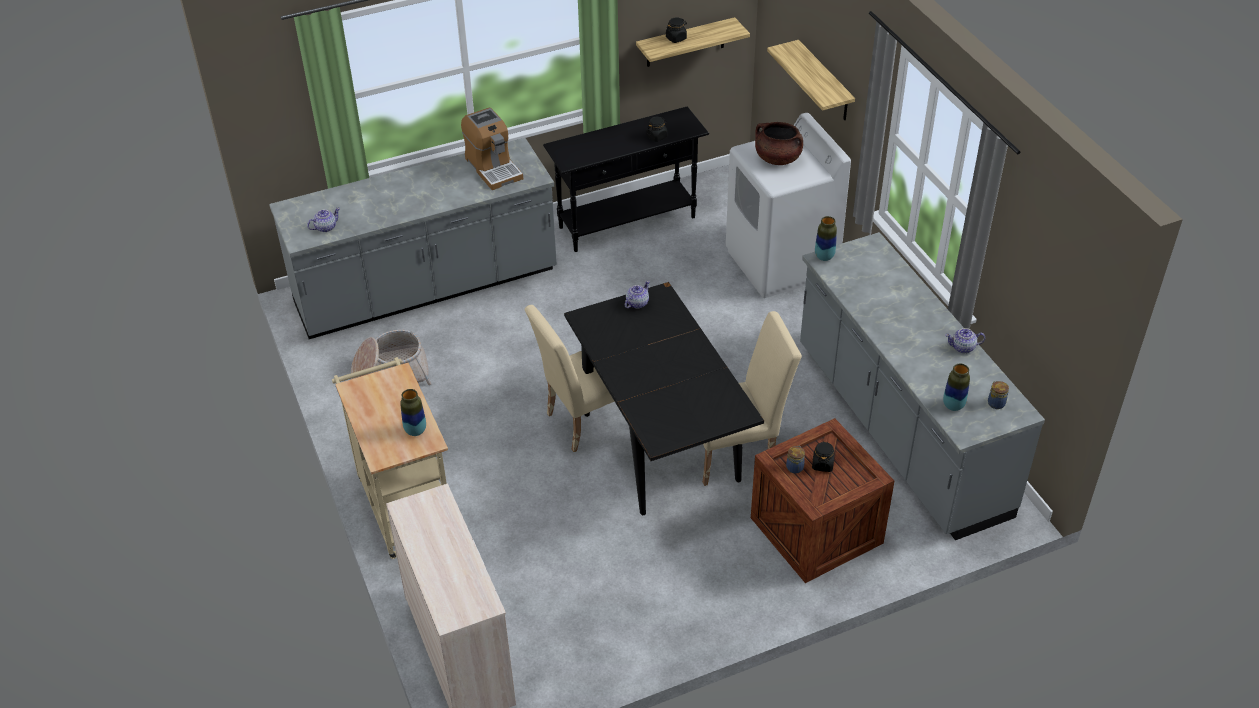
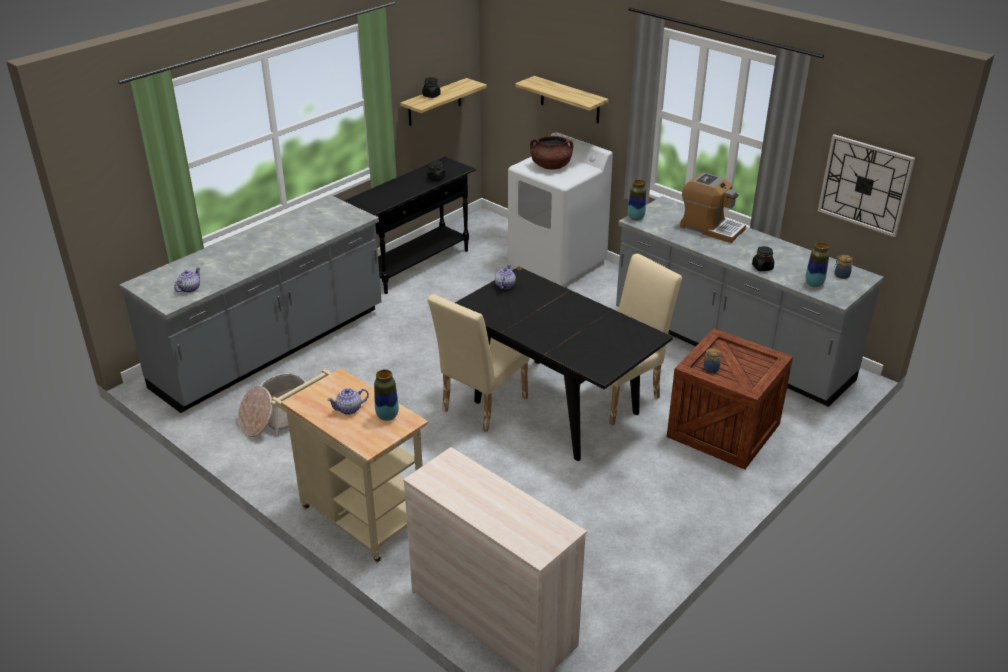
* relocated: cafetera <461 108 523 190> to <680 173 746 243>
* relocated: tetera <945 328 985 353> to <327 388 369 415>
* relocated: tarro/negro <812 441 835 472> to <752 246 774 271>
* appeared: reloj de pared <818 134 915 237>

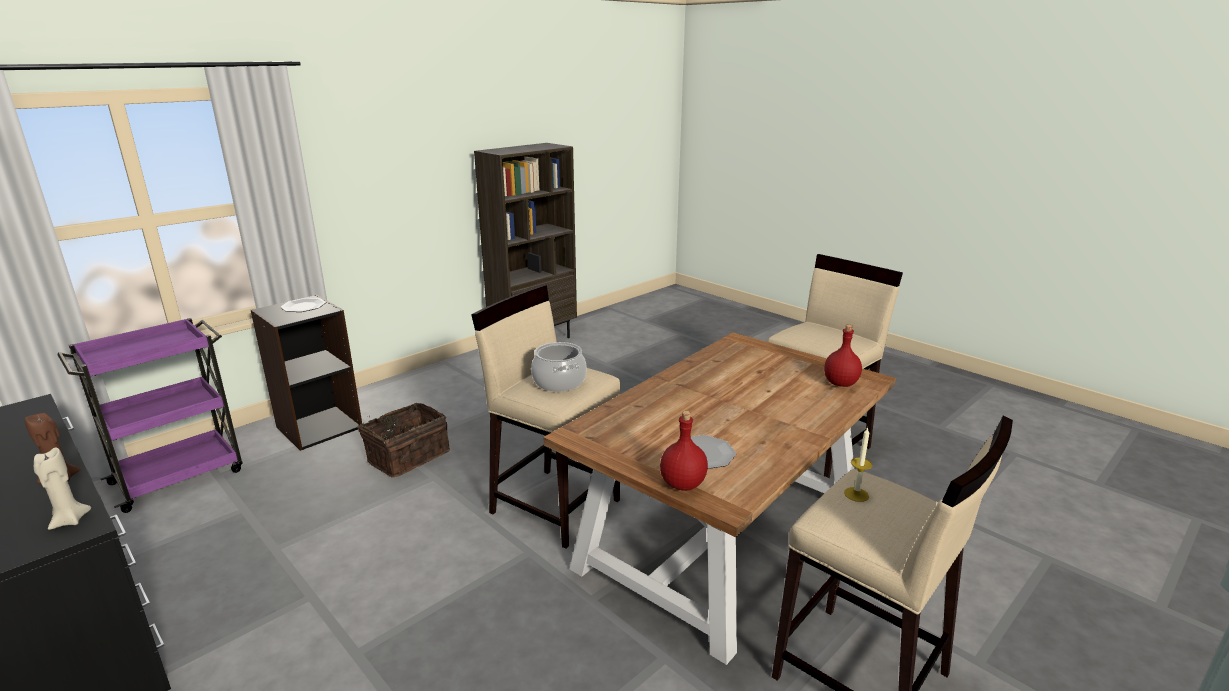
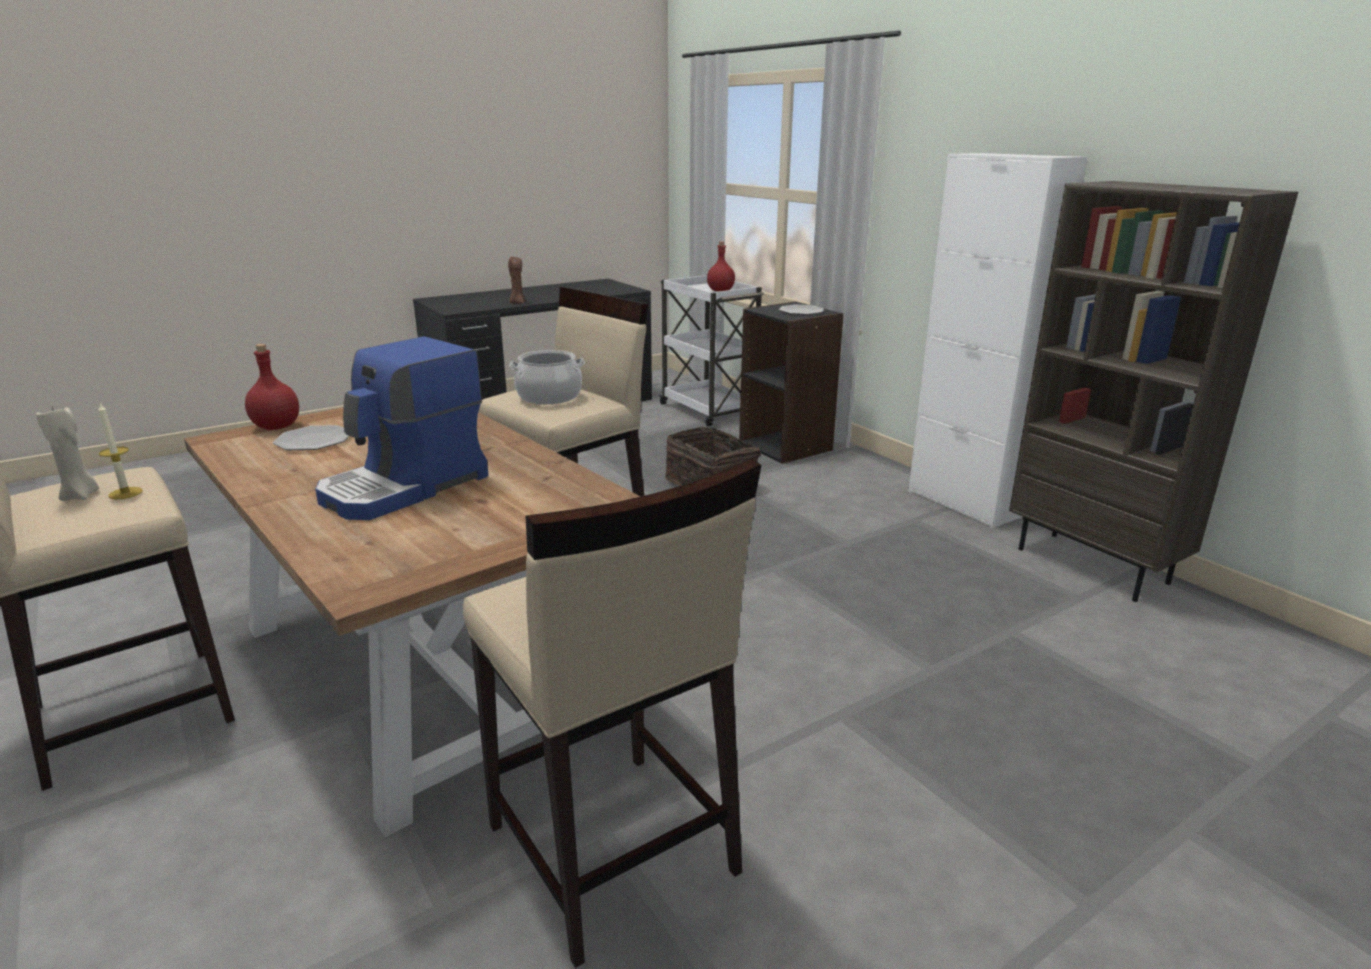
* colour: carrito/morado <57 318 243 513> to carrito/blanco <658 275 764 427>
* relocated: botella/rojo <824 325 862 387> to <707 241 735 292>
* relocated: vela/beis <34 447 91 530> to <36 405 99 501>
* appeared: armario/blanco <908 153 1087 528>
* appeared: cafetera <315 336 488 520>

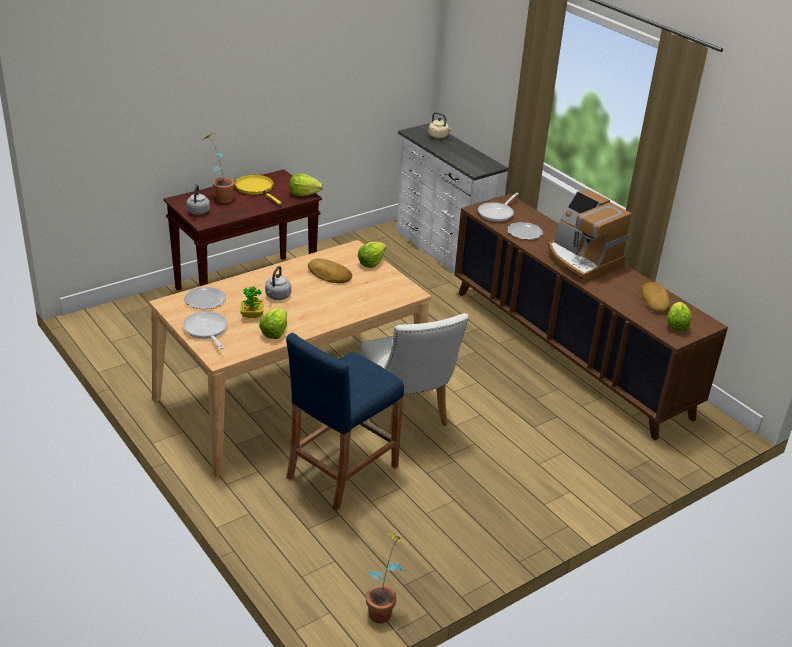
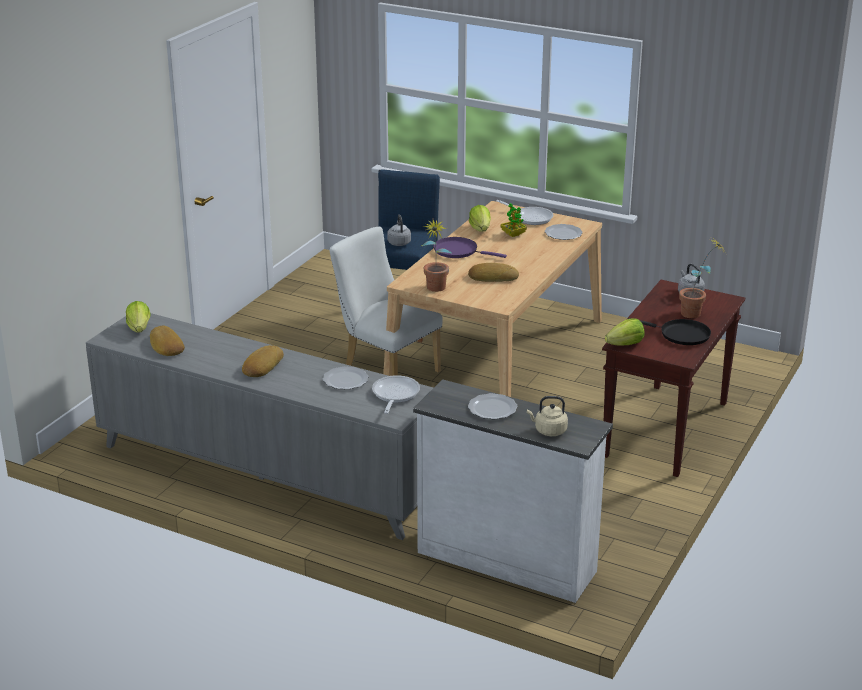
* colour: sartén/amarillo <235 175 281 204> to sartén/negro <628 318 711 345>
* exchanged: cafetera <548 189 632 283> to pan <242 345 284 377>
* colour: armario/marrón <454 194 728 440> to armario/gris <86 313 433 540>
* missing: lechuga <358 241 386 268>
* relocated: hervidor/gris <265 266 291 300> to <387 215 411 246>
* relocated: planta en maceta <366 533 408 624> to <422 220 452 292>
* appeared: sartén/morado <433 237 507 258>
* appeared: plato <468 393 517 419>

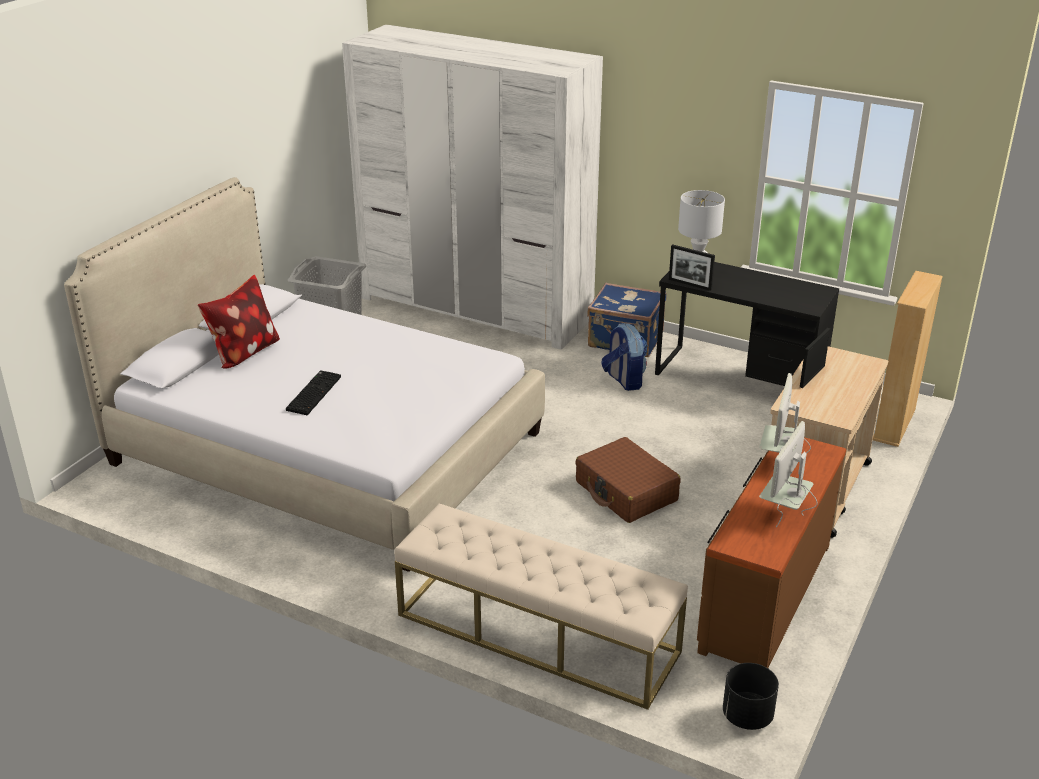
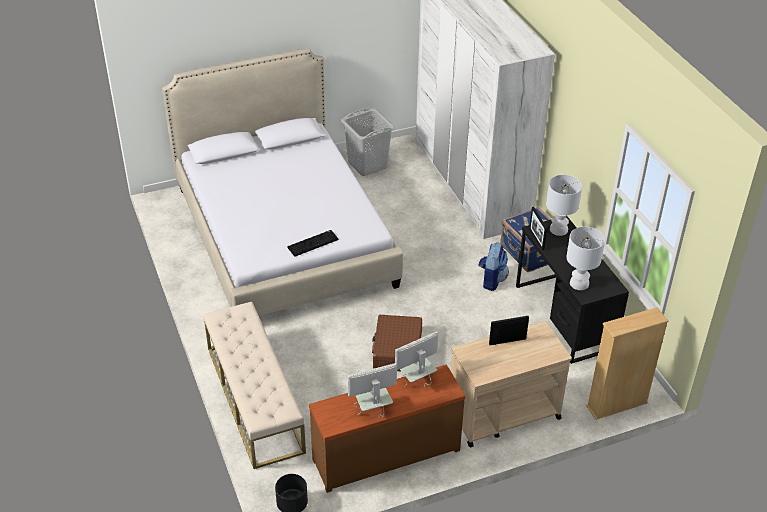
* missing: cojín <198 275 280 369>
* relocated: teclado <286 370 341 415> to <287 230 338 257>
* appeared: lámpara de mesa/blanco <566 227 605 290>

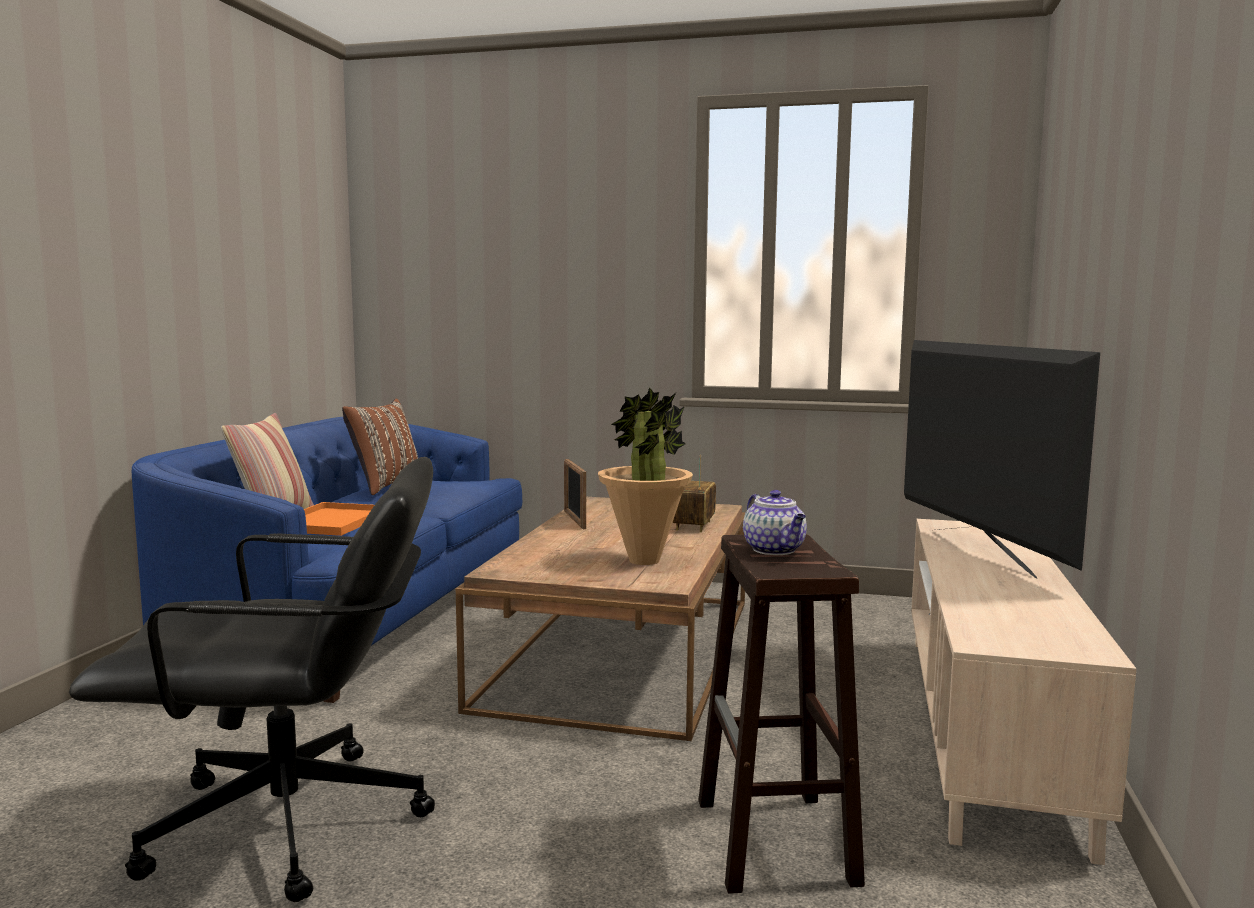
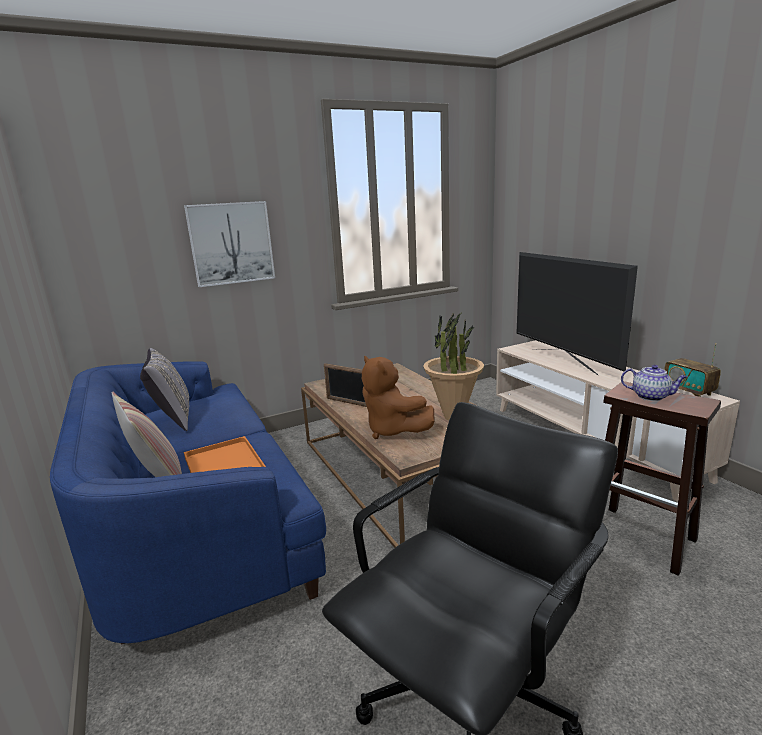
* spun: televisor <904 340 1100 578> = <517 252 638 375> 150 degrees counterclockwise
* colour: cojín/marrón <342 399 418 495> to cojín/gris <140 348 189 431>
* relocated: radio <673 455 716 532> to <664 343 721 397>
* appeared: cuadro <184 201 275 287>
* appeared: peluche/marrón <362 356 434 439>

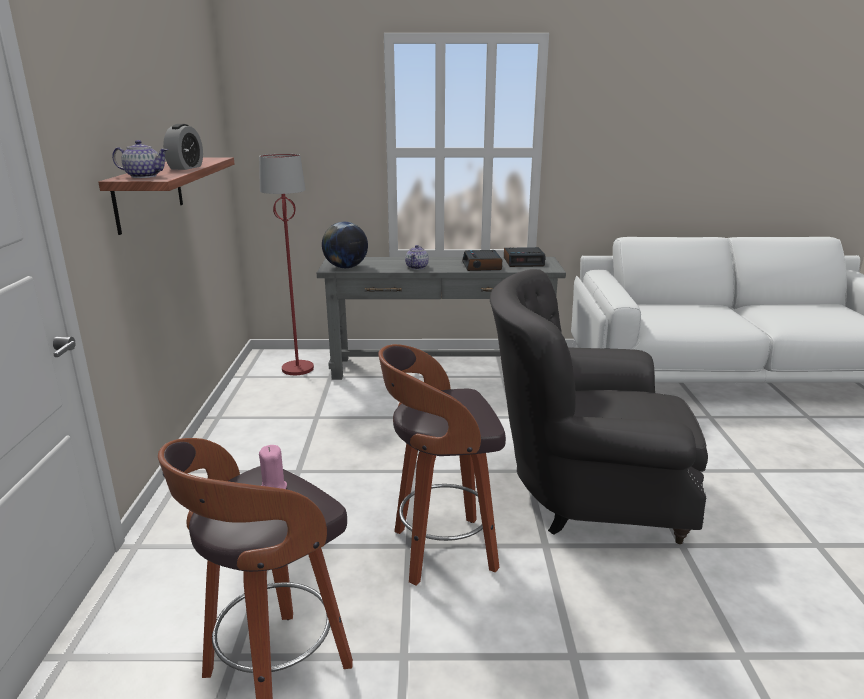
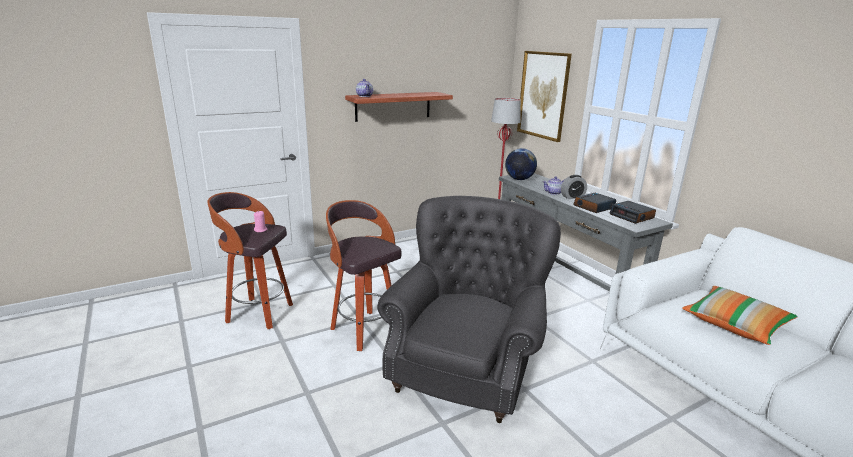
* relocated: despertador <163 124 203 170> to <561 175 587 199>
* spun: sillón/gris <490 269 708 544> = <377 196 561 423> 45 degrees clockwise
* appeared: cuadro <517 51 572 142>
* appeared: cojín <682 286 798 345>

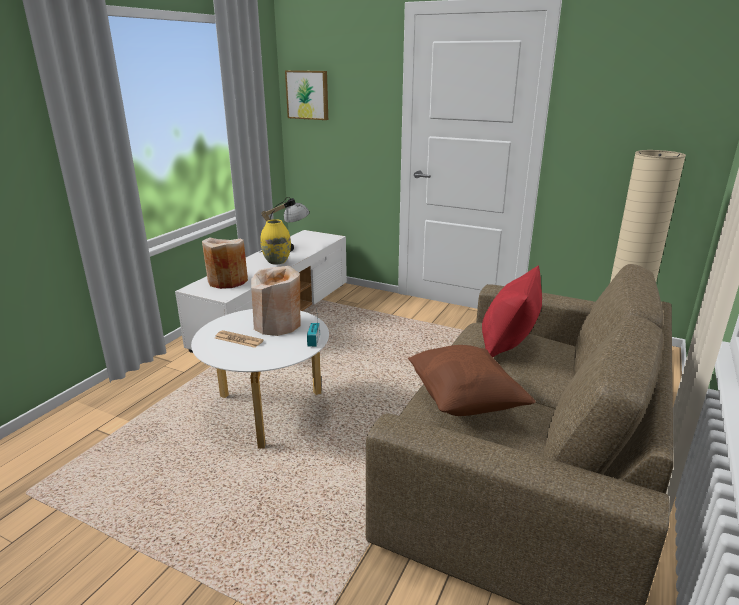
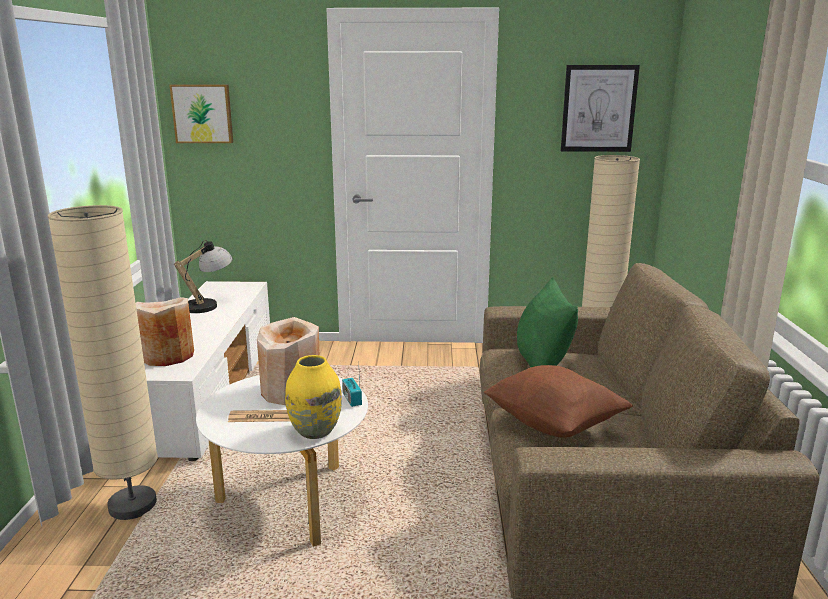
* relocated: florero/amarillo <261 219 291 264> to <285 355 342 439>
* colour: cojín/rojo <482 265 542 357> to cojín/verde <517 277 578 367>
* appeared: cuadro <561 65 640 152>
* appeared: lámpara de pie/beis <48 205 158 520>

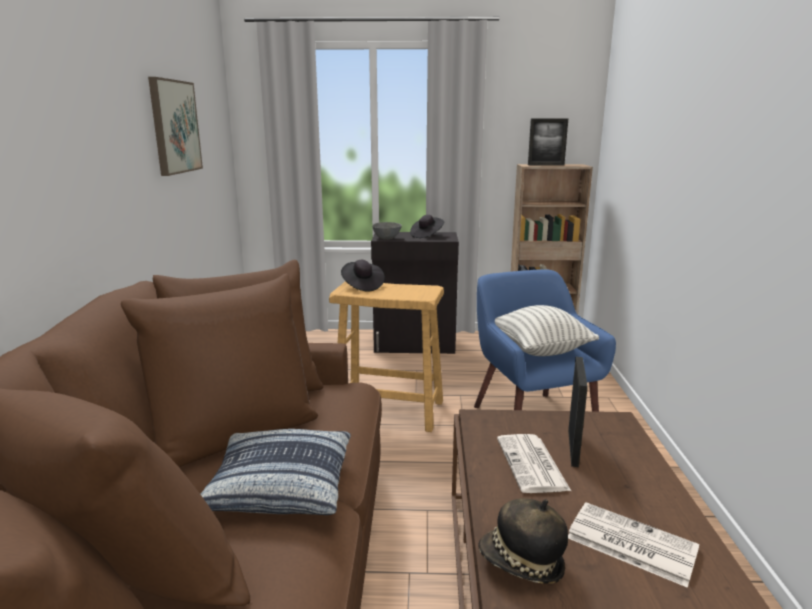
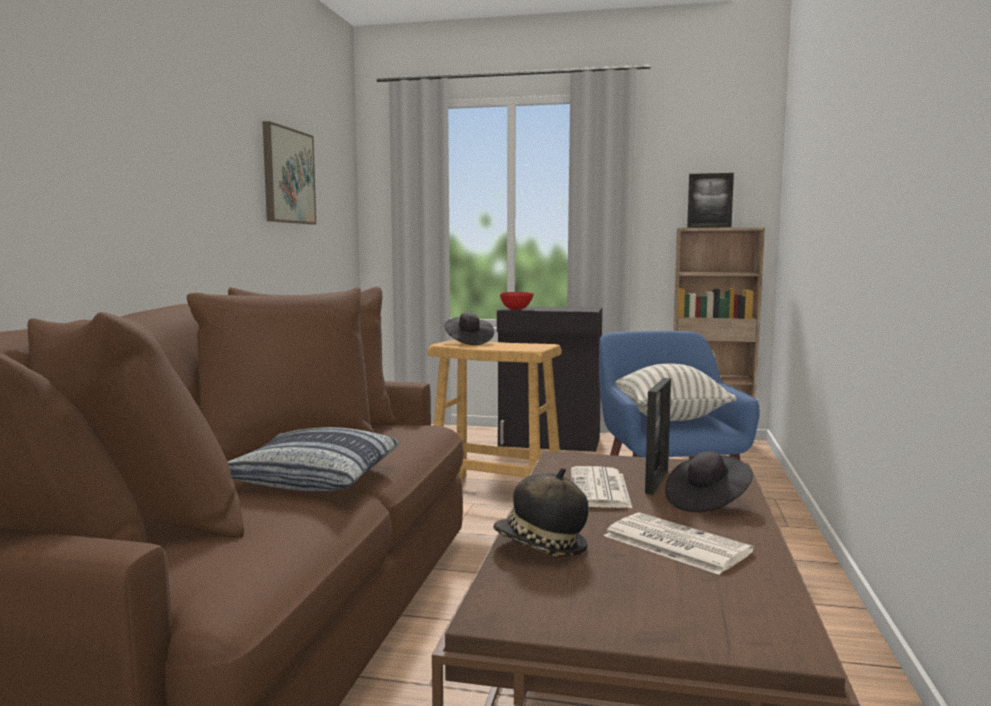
* relocated: sombrero/negro <410 215 444 238> to <665 451 753 512>
* colour: cuenco/gris <372 222 402 239> to cuenco/rojo <500 292 534 310>

